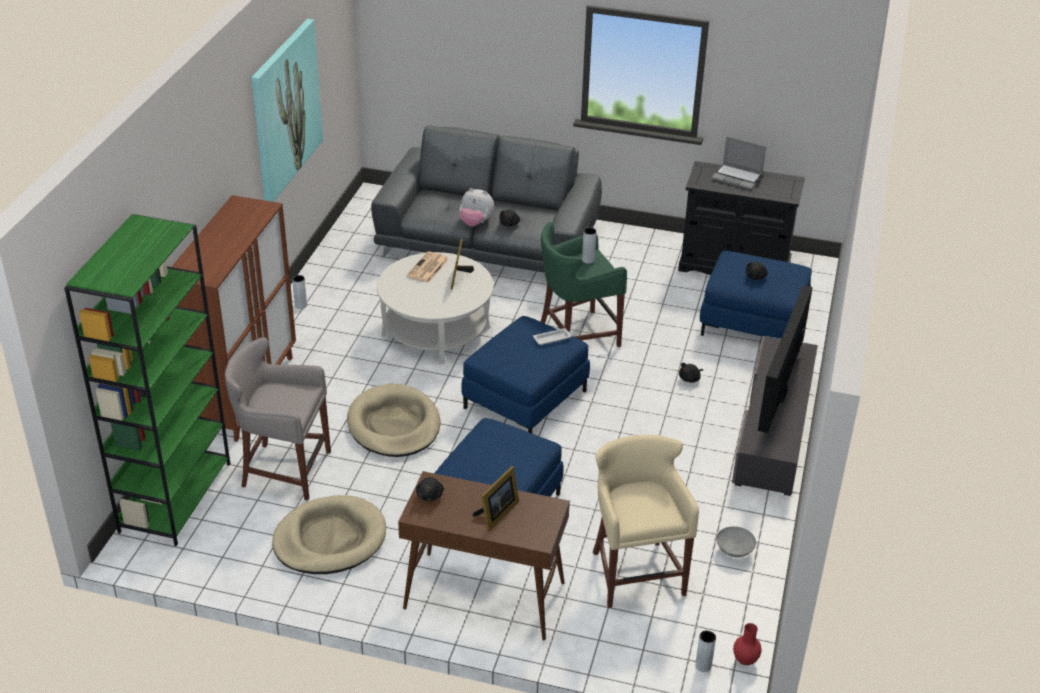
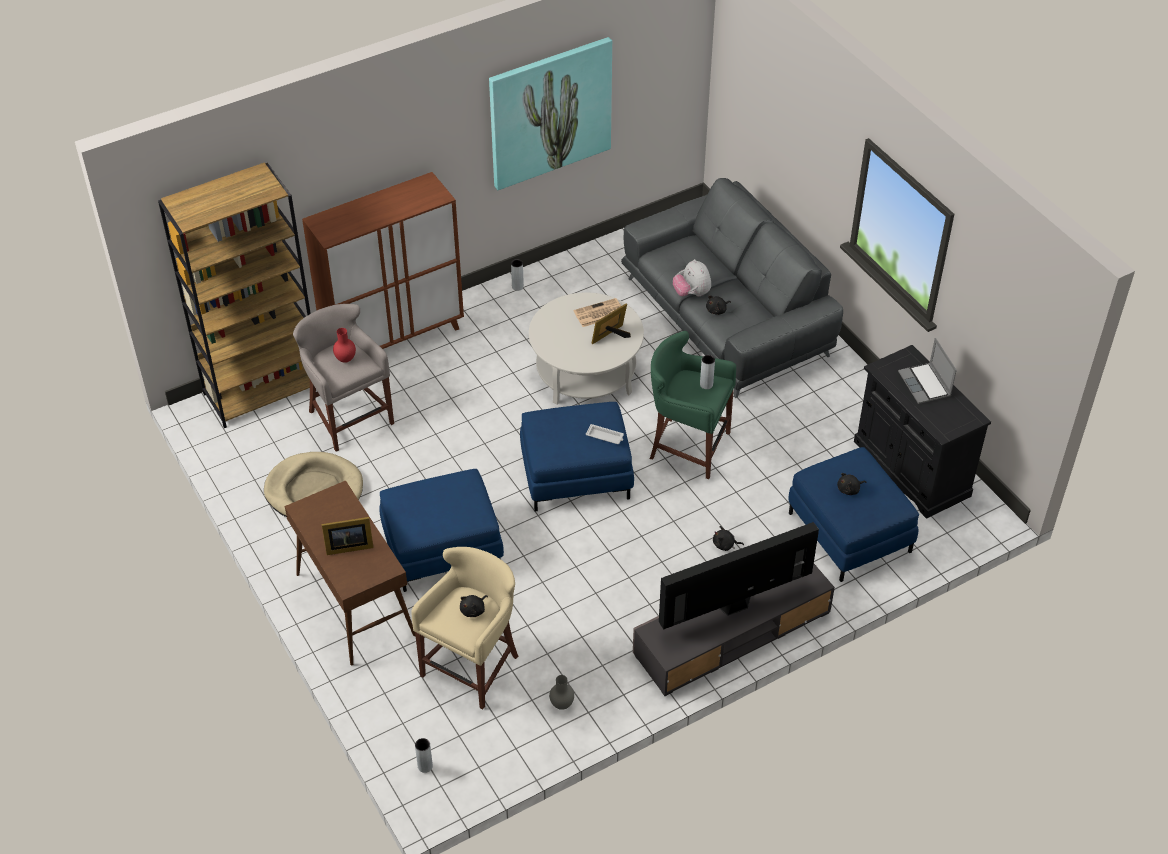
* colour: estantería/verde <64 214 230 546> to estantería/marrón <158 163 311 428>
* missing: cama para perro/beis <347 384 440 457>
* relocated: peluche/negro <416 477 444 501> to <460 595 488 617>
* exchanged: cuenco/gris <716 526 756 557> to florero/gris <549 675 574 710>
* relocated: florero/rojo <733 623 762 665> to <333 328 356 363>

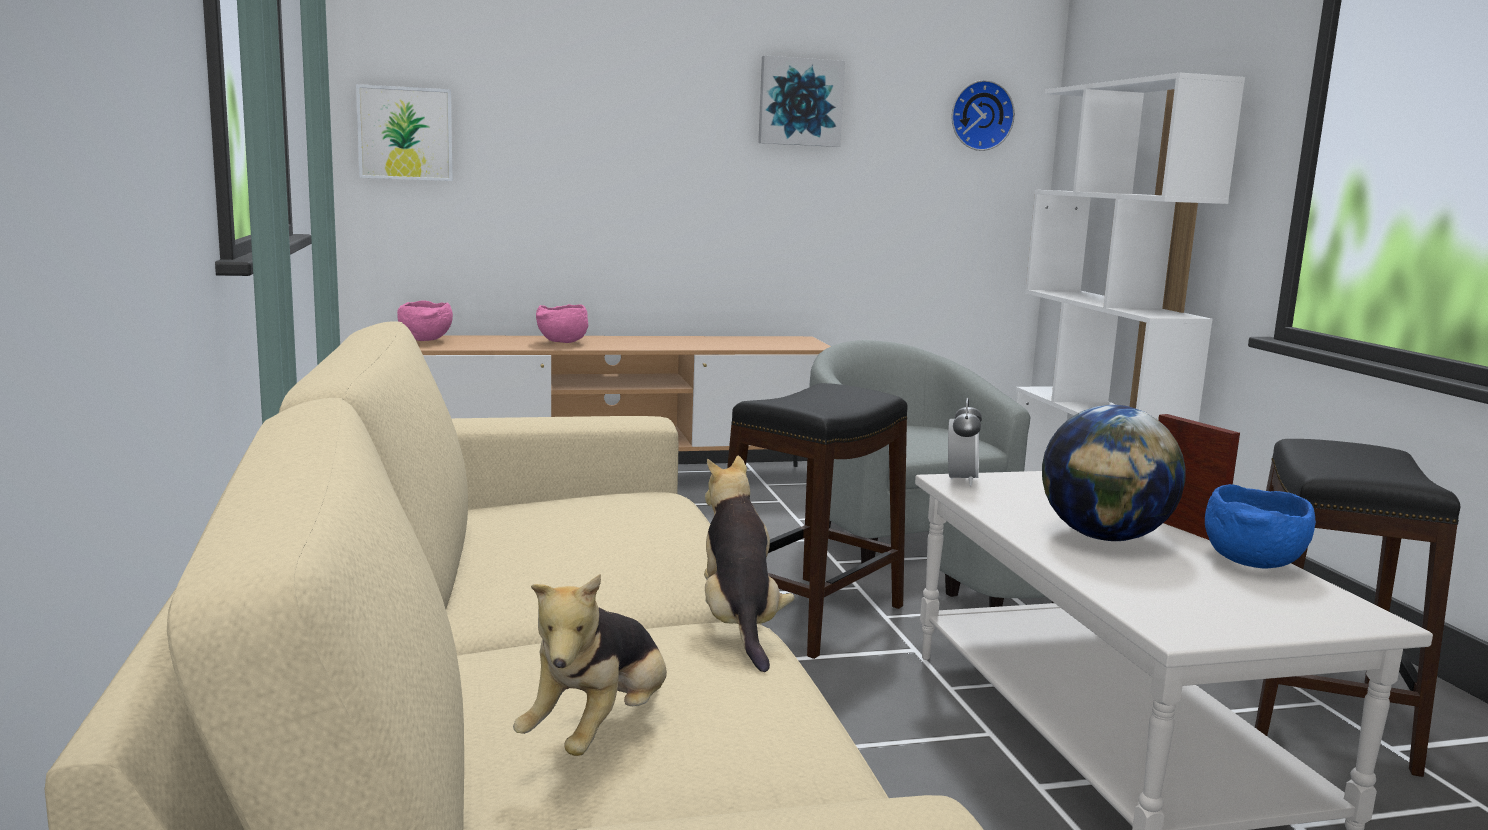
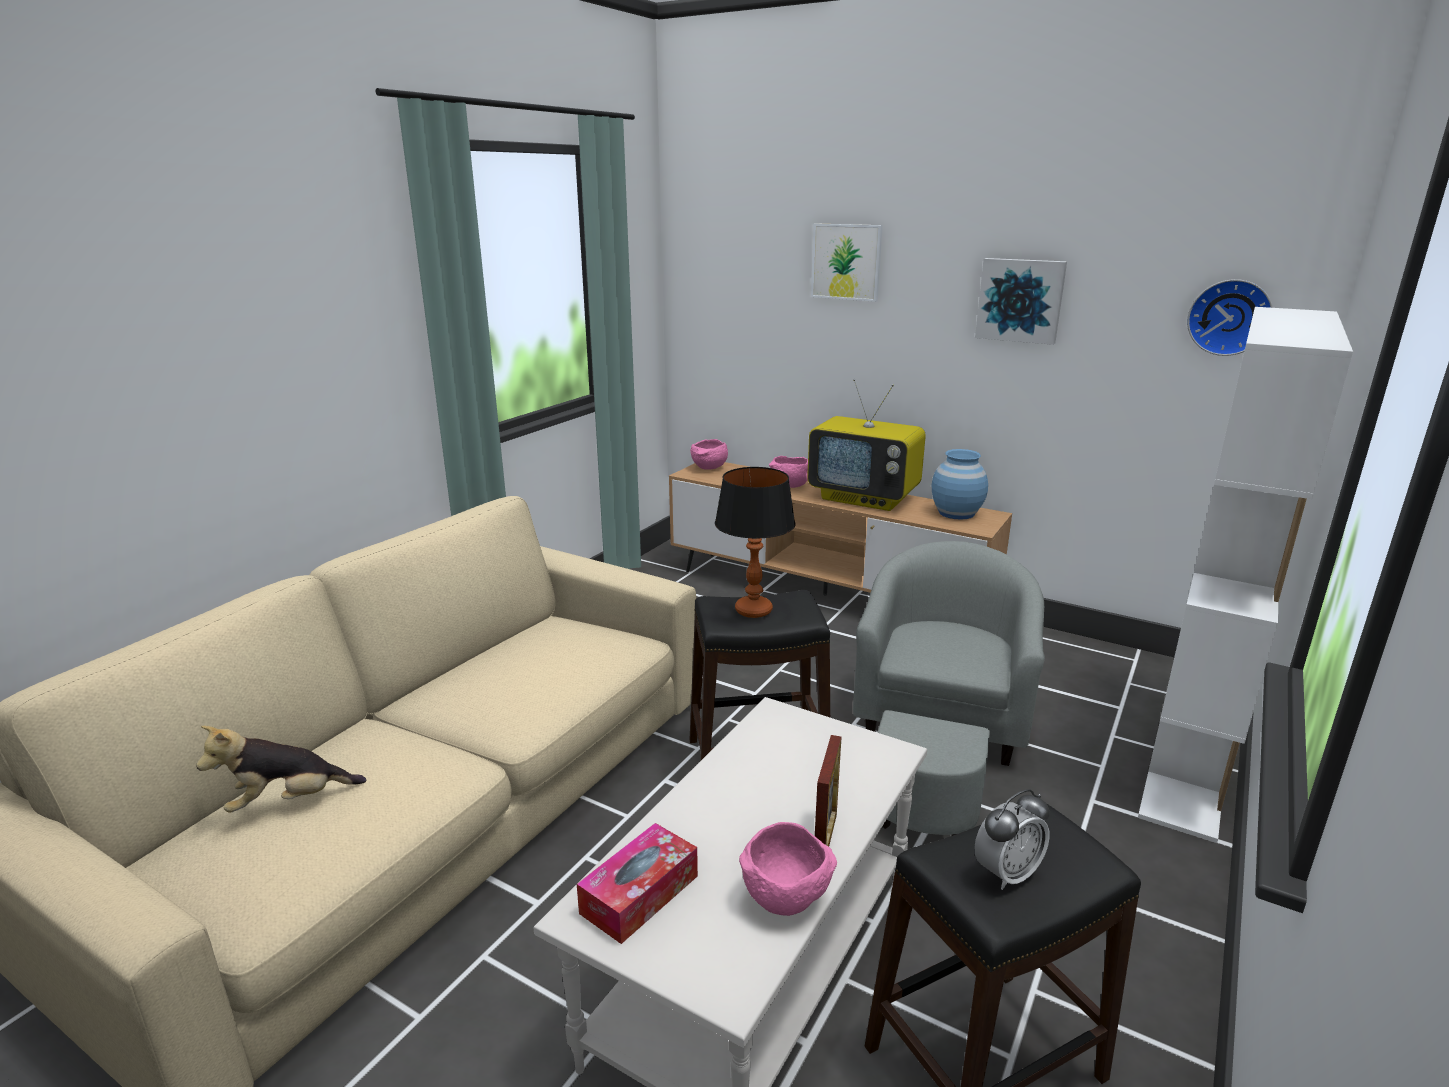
* relocated: cuadro <356 84 453 181> to <811 223 883 302>
* relocated: despertador <948 398 982 486> to <974 789 1050 890>
* missing: globo terráqueo <1042 405 1186 541>
* missing: peluche <704 456 794 672>
* colour: cuenco/azul <1205 484 1316 569> to cuenco/rosa <739 822 837 916>
* appeared: televisor <807 379 926 511>
* appeared: florero/azul <932 449 988 520>
* appeared: lámpara de mesa <715 467 795 618>
* appeared: caja de pañuelos <577 823 698 944>

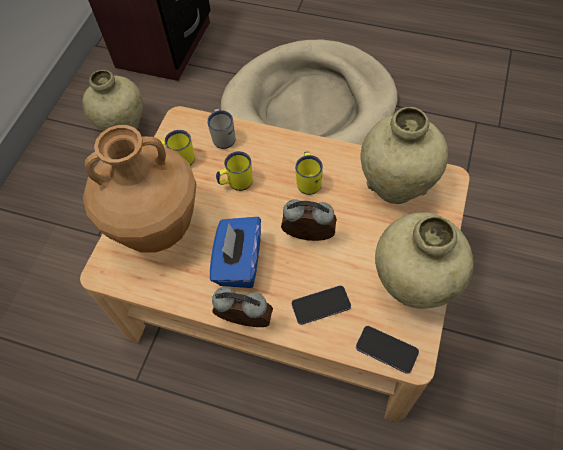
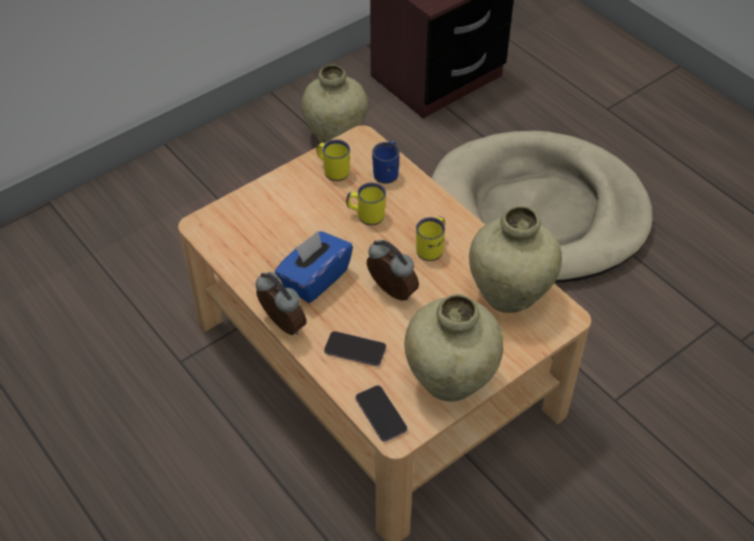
* colour: taza grande/blanco <207 108 235 149> to taza grande/azul <372 141 399 184>
* missing: florero/marrón <83 125 197 253>

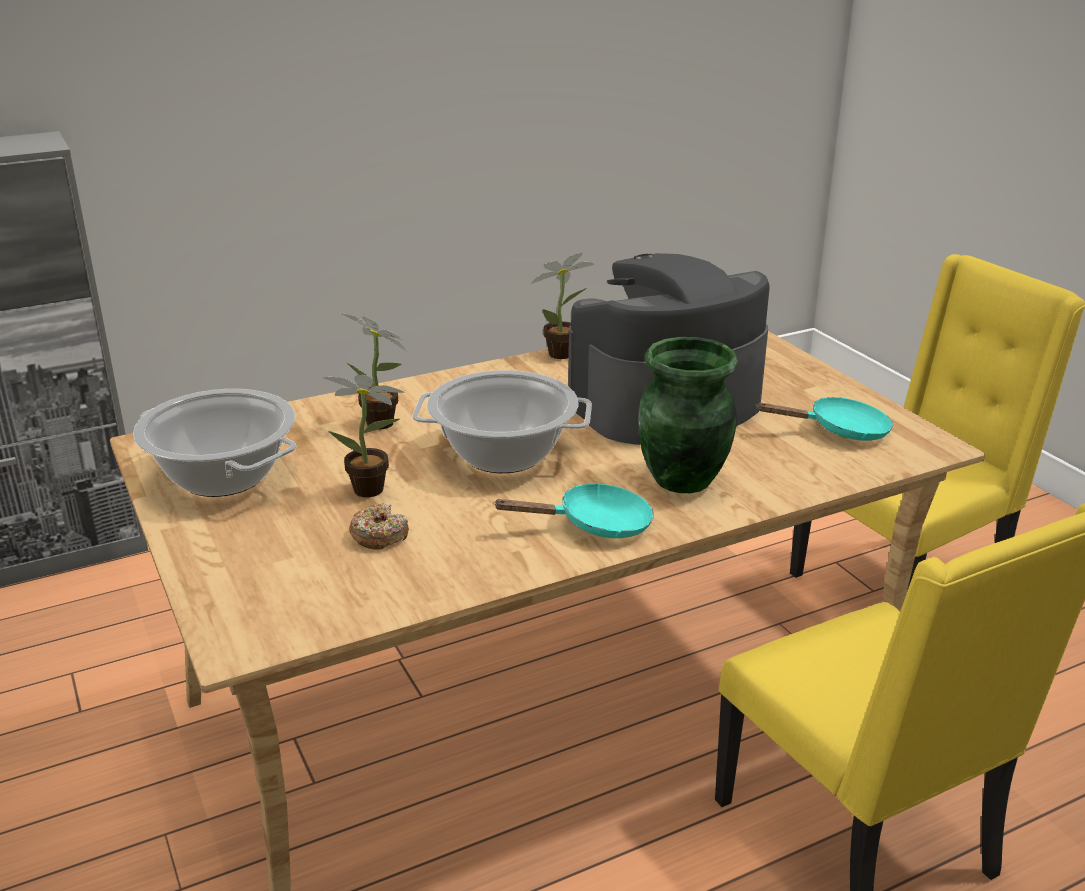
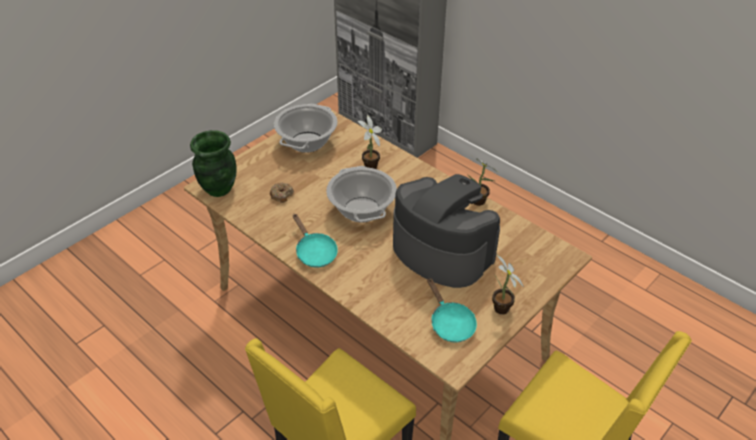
* relocated: florero/verde <638 337 738 493> to <190 130 237 197>
* relocated: planta en maceta <322 375 405 497> to <492 254 524 315>

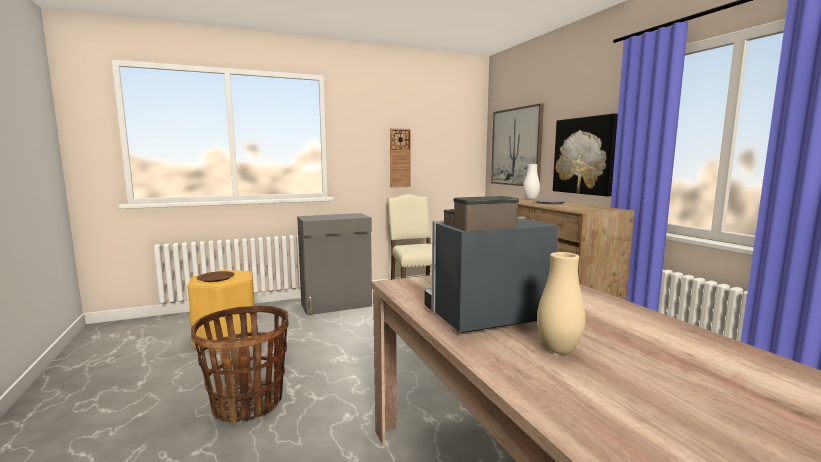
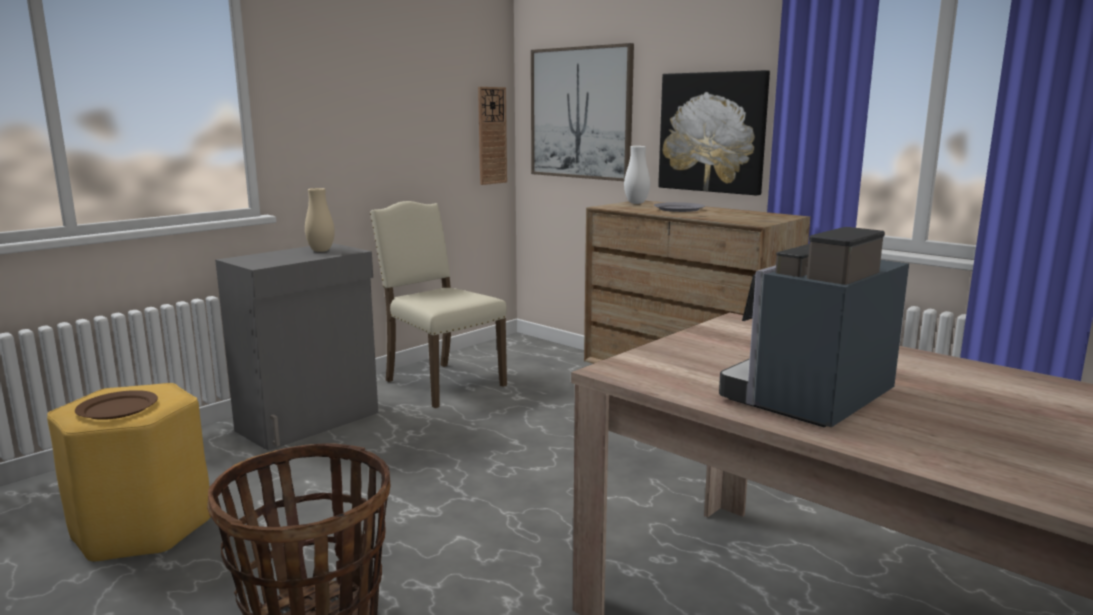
* relocated: reloj de pared <390 128 411 188> to <478 87 507 185>
* relocated: florero/beis <537 252 585 354> to <305 188 335 252>

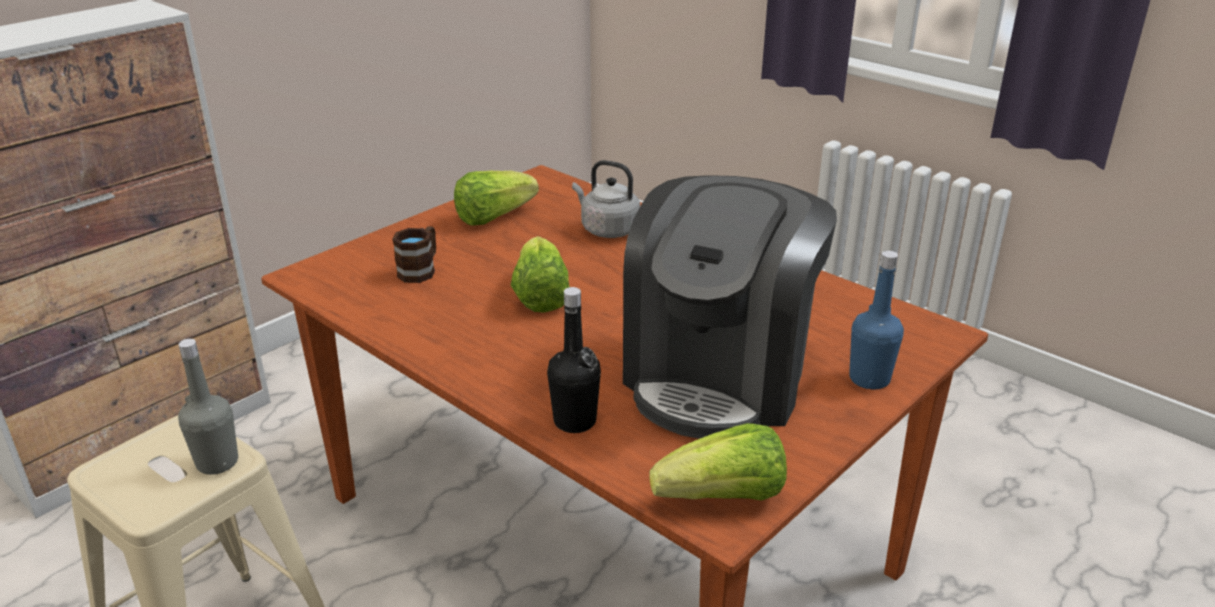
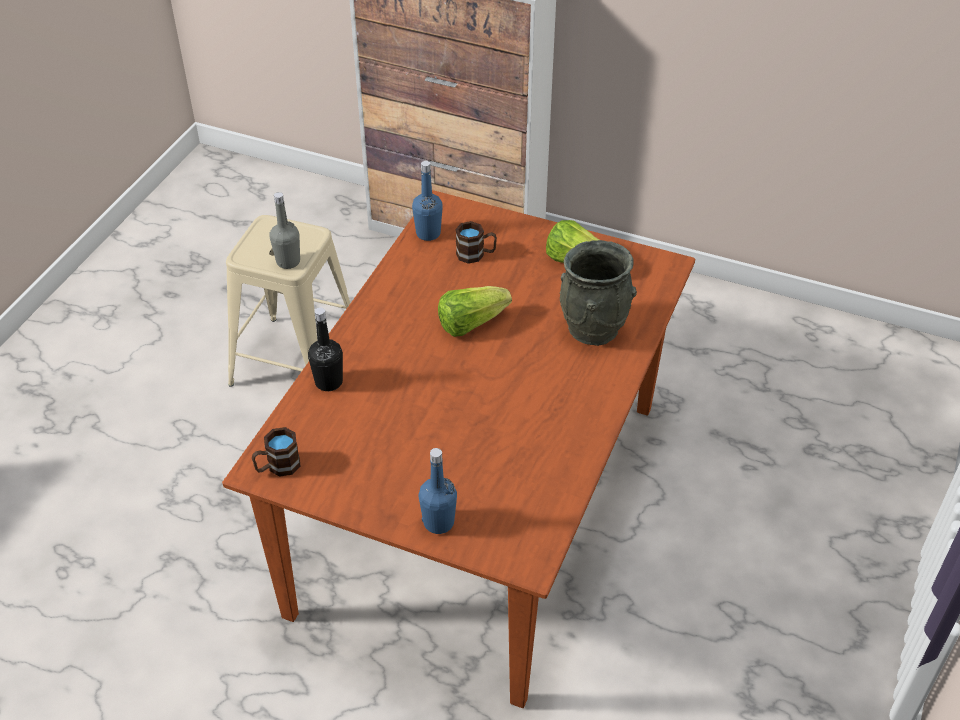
* exchanged: hervidor/gris <572 160 640 238> to florero/gris <560 240 637 346>
* missing: cafetera <623 175 837 439>
* exchanged: lechuga <649 423 787 501> to taza grande/marrón <252 427 301 477>
* appeared: botella/azul <412 161 443 241>

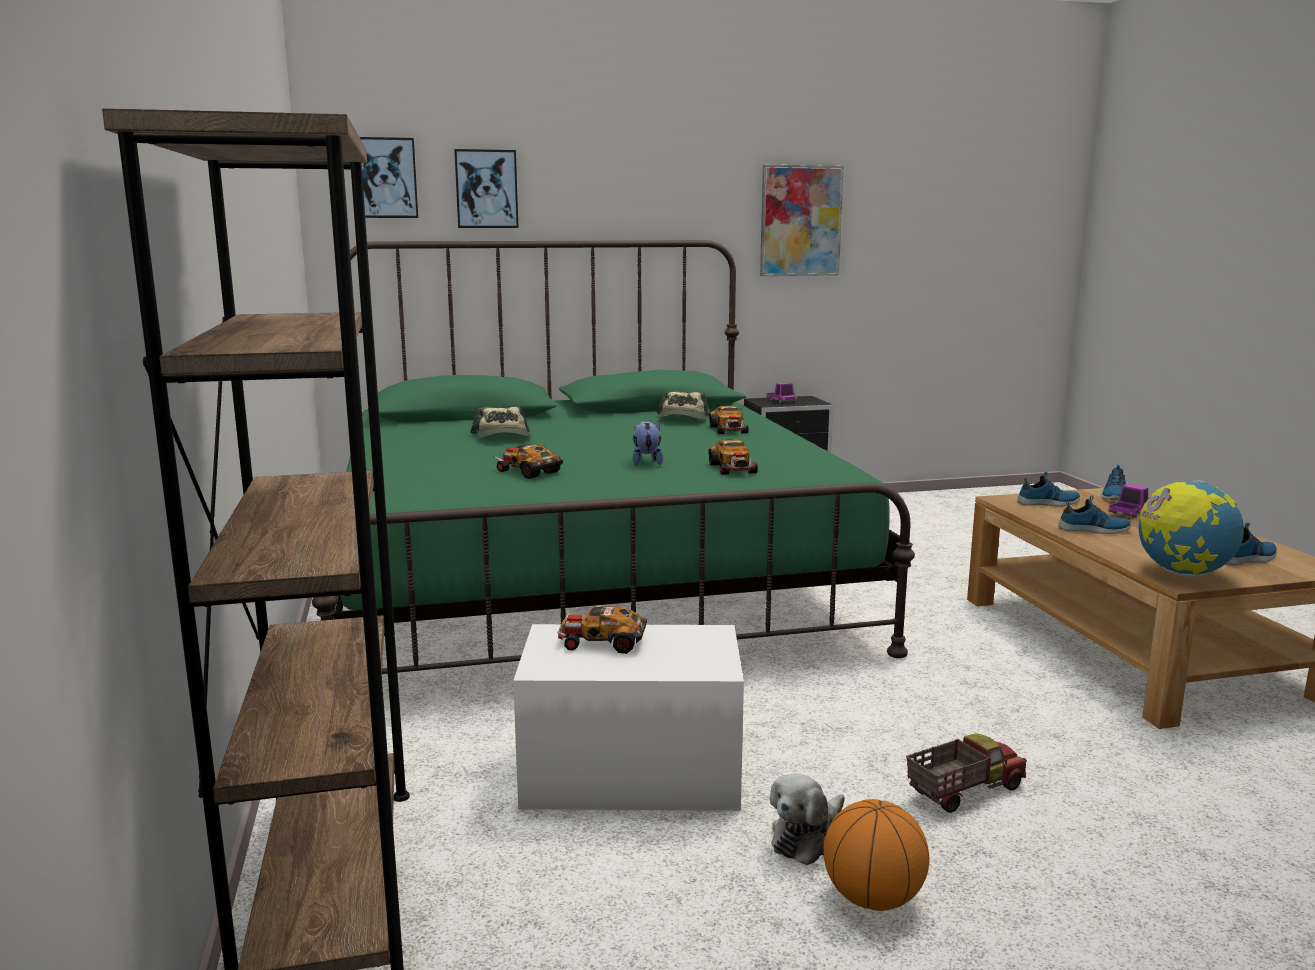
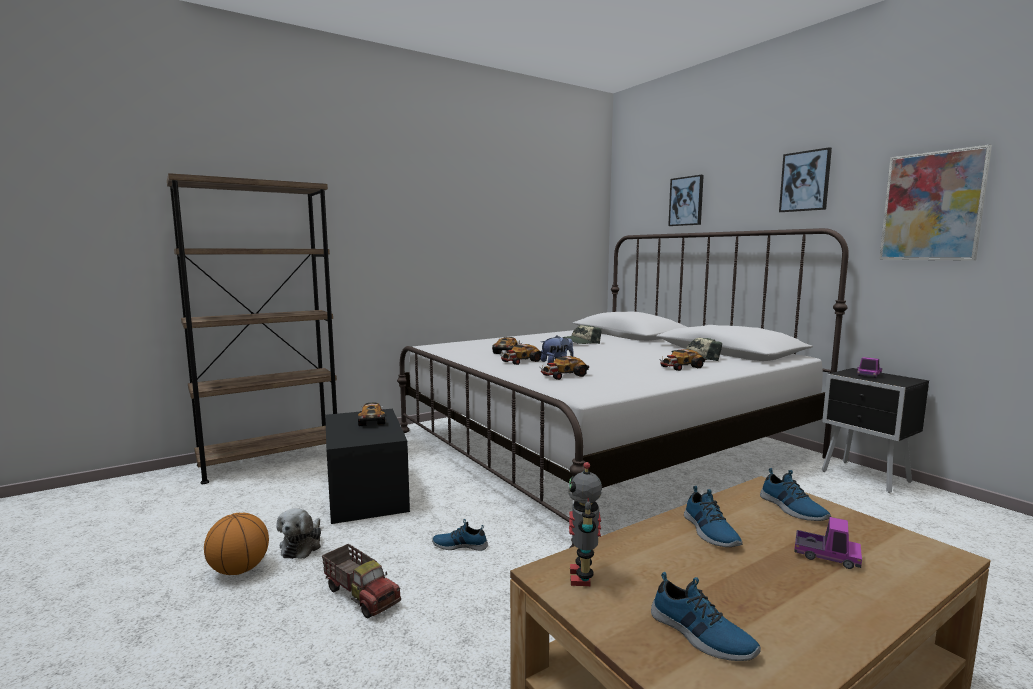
* relocated: cuadro <360 137 418 218> to <779 147 832 212>
* colour: cama/verde <312 240 915 674> to cama/blanco <397 228 849 548>
* relocated: zapato <1101 465 1126 500> to <432 519 488 551>
* exchanged: globo terráqueo <1138 480 1244 577> to robot de juguete <568 462 602 586>
* colour: caja de almacenaje/blanco <513 624 744 811> to caja de almacenaje/negro <325 409 410 524>
* spun: peluche <770 774 845 865> = <277 508 321 559> 105 degrees counterclockwise
* appeared: coche de juguete <501 344 541 365>

